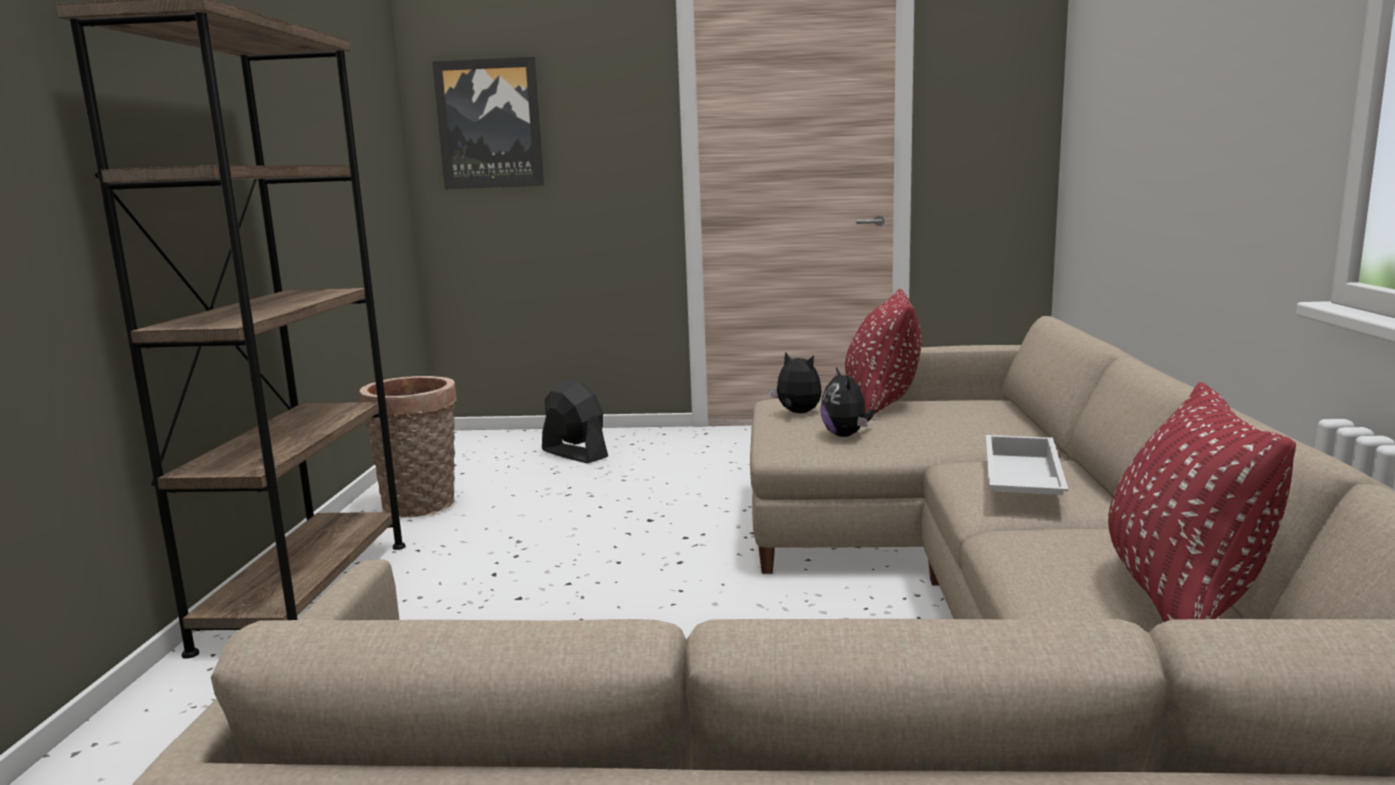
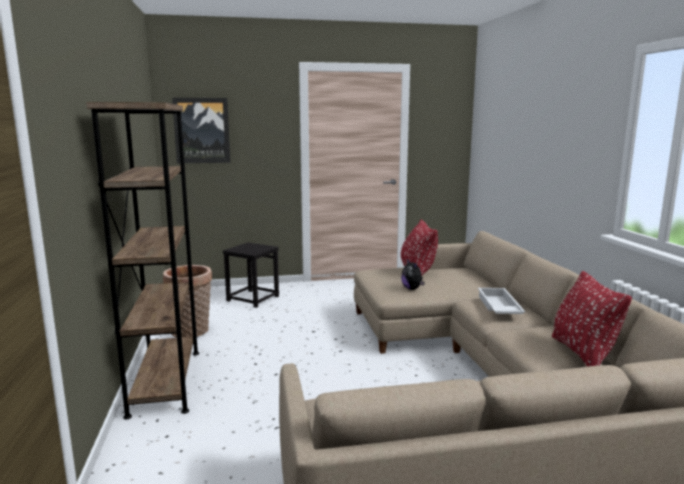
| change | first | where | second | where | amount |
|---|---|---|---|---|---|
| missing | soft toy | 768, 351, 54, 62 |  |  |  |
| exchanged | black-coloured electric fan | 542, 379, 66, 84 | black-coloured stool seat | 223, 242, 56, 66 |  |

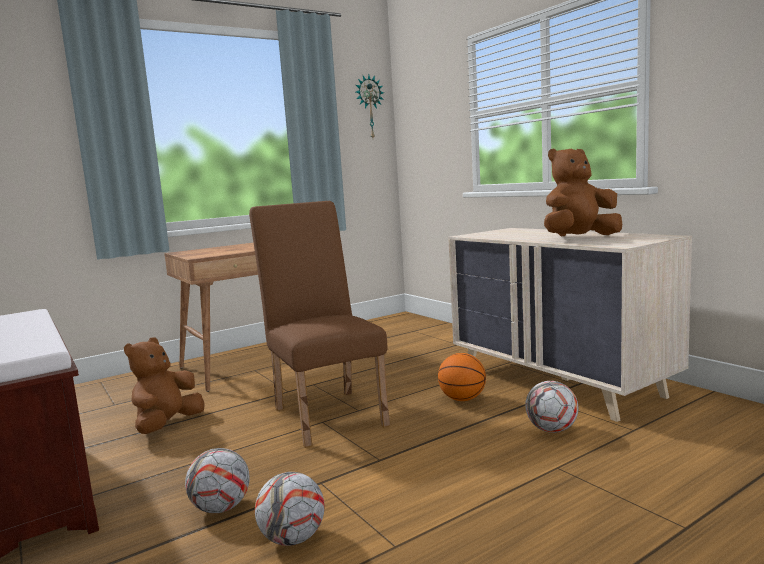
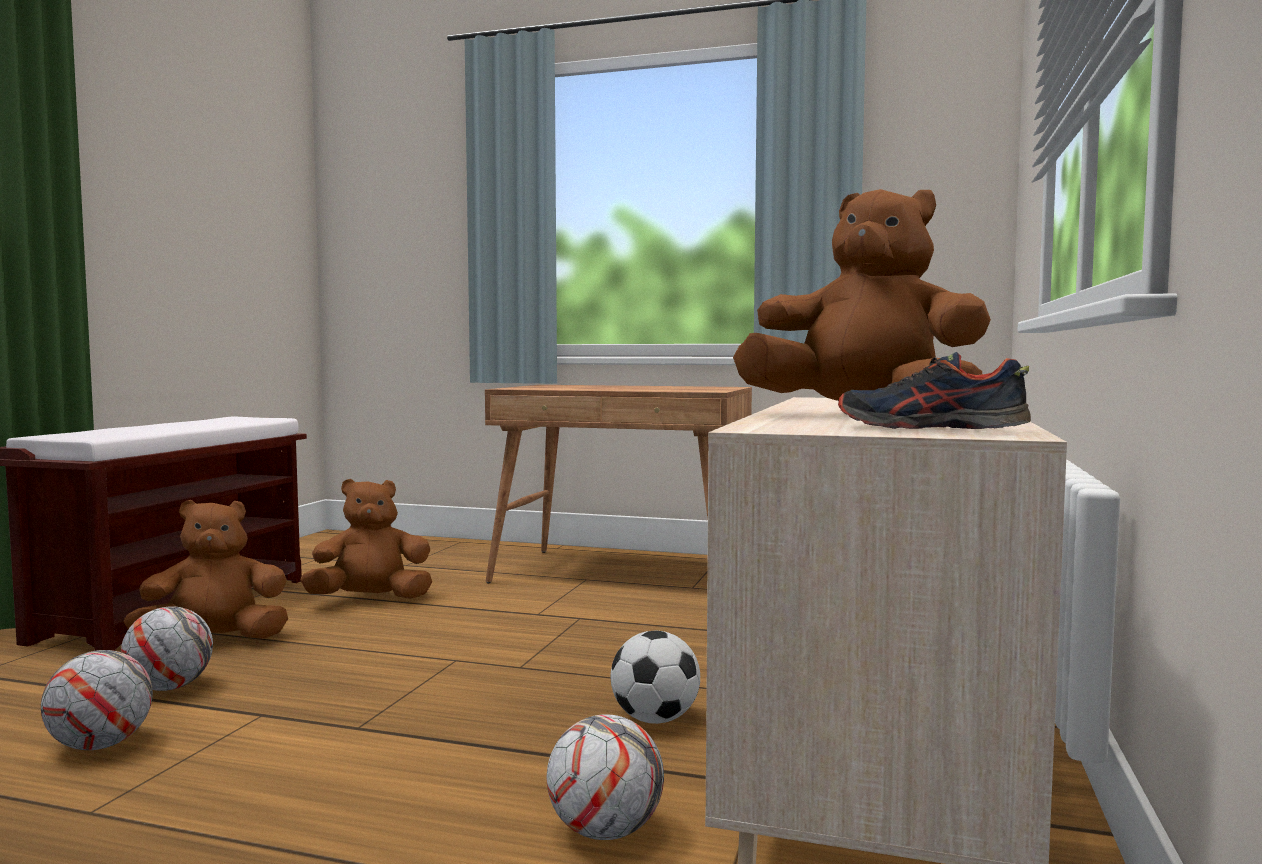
| change | first | where | second | where | amount |
|---|---|---|---|---|---|
| missing | wall clock | 356, 75, 28, 63 |  |  |  |
| missing | brown-coloured chair | 249, 201, 141, 247 |  |  |  |
| exchanged | ball for basketball | 438, 353, 48, 48 | football ball | 611, 631, 89, 93 |  |
| appeared |  |  | low shoe | 838, 352, 193, 77 |  |
| appeared |  |  | brown-coloured soft toy | 124, 500, 164, 139 |  |

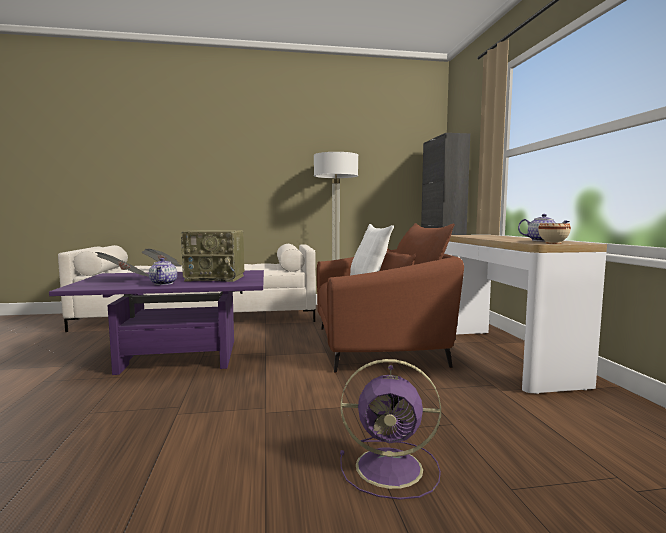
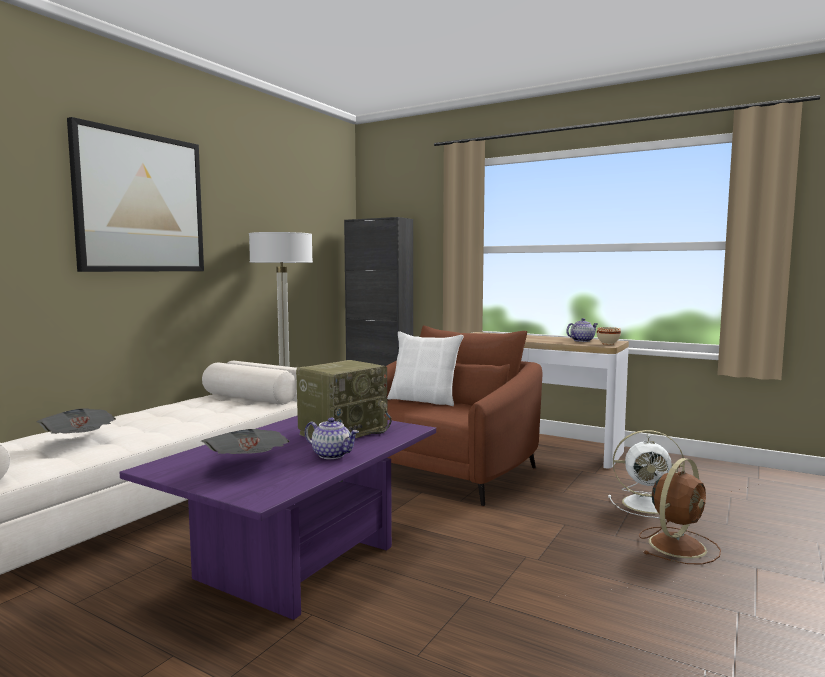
| change | first | where | second | where | amount |
|---|---|---|---|---|---|
| colour | purple-coloured electric fan | 340, 359, 101, 141 | brown-coloured electric fan | 639, 458, 82, 107 |  |
| appeared |  |  | picture | 67, 117, 137, 155 |  |
| appeared |  |  | white-coloured electric fan | 608, 430, 77, 88 |  |

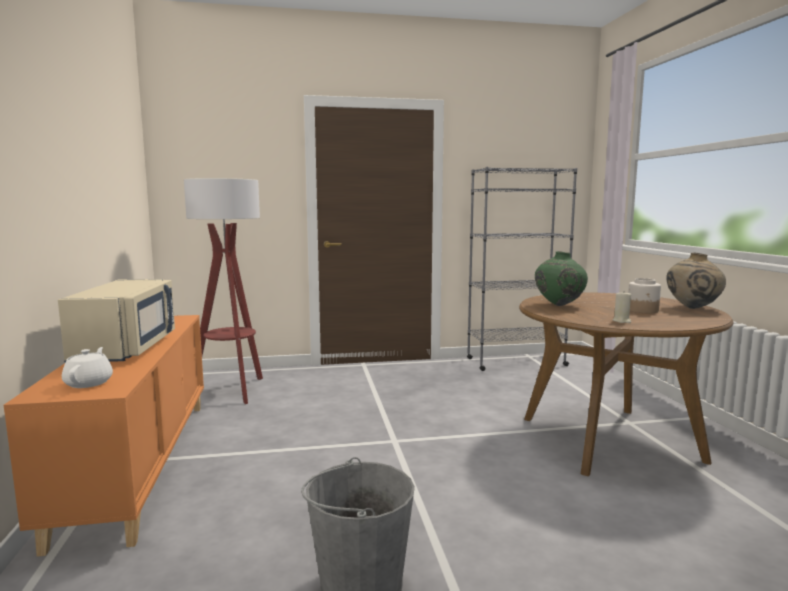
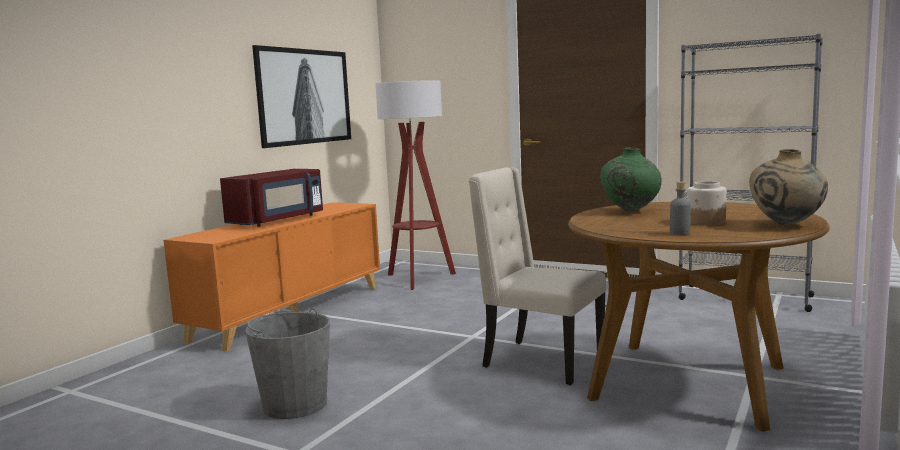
| change | first | where | second | where | amount |
|---|---|---|---|---|---|
| colour | sand-coloured microwave | 58, 279, 117, 84 | red-coloured microwave | 220, 169, 103, 58 |  |
| missing | sand-coloured wax light | 613, 292, 18, 31 |  |  |  |
| missing | white-coloured pot for tea | 62, 347, 51, 41 |  |  |  |
| appeared |  |  | picture | 252, 45, 99, 103 |  |
| appeared |  |  | sand-coloured chair | 469, 167, 138, 218 |  |
| appeared |  |  | grey bottle | 670, 182, 21, 53 |  |

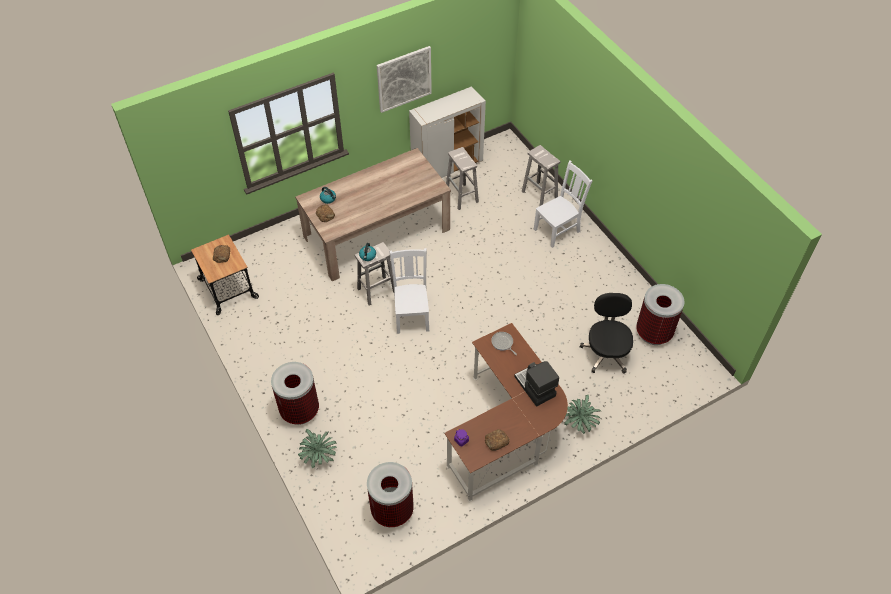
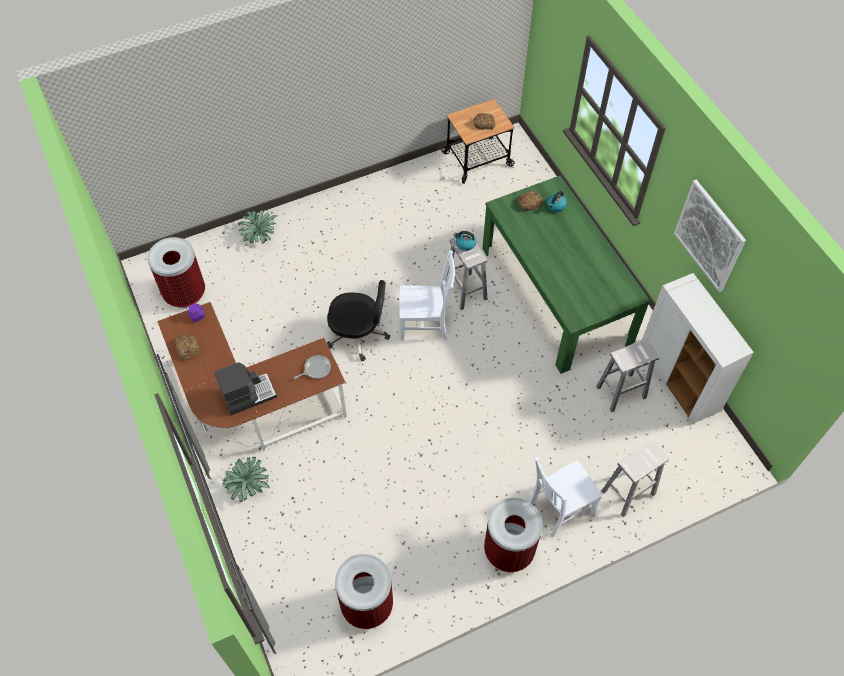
| change | first | where | second | where | amount |
|---|---|---|---|---|---|
| colour | sand-coloured kitchen table | 295, 148, 156, 133 | greenish kitchen table | 482, 175, 169, 199 |  |
| spun | white-coloured chair | 534, 161, 58, 87 |  | 529, 458, 74, 80 | 90 degrees clockwise |
| relocated | black-coloured desk chair | 580, 293, 53, 81 |  | 327, 280, 63, 81 |  |
| relocated | waste bin | 271, 362, 48, 63 |  | 484, 498, 59, 74 |  |

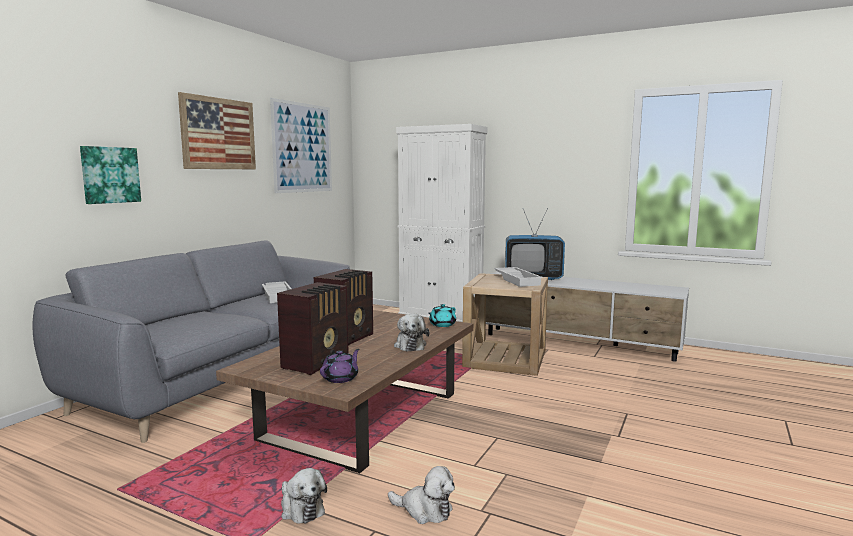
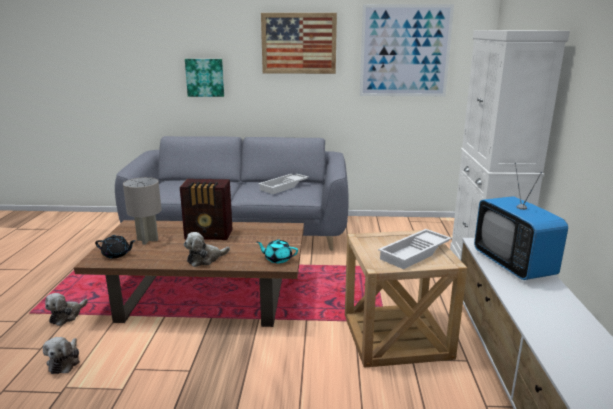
| change | first | where | second | where | amount |
|---|---|---|---|---|---|
| exchanged | radio | 277, 282, 72, 93 | grey table lamp | 123, 177, 39, 68 |  |
| colour | purple-coloured pot for tea | 320, 349, 39, 34 | black-coloured pot for tea | 95, 235, 41, 23 |  |

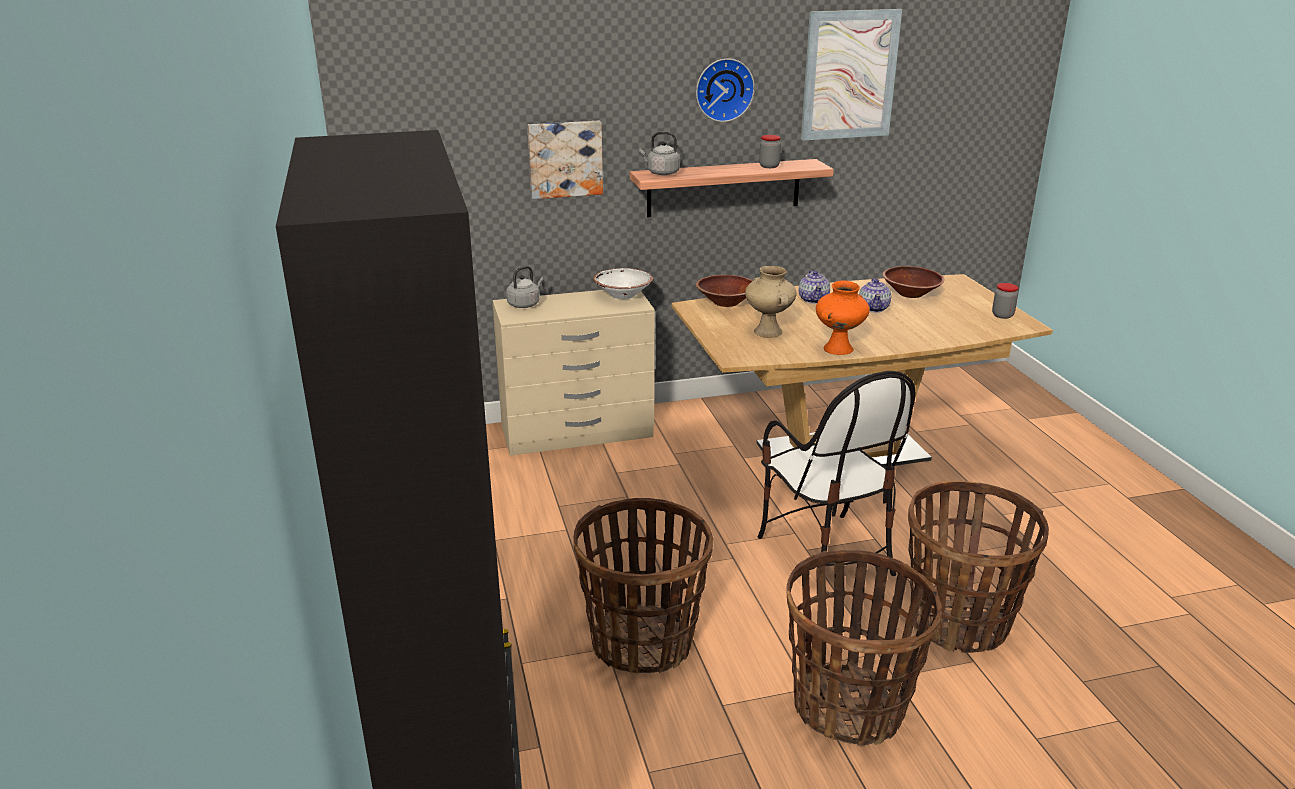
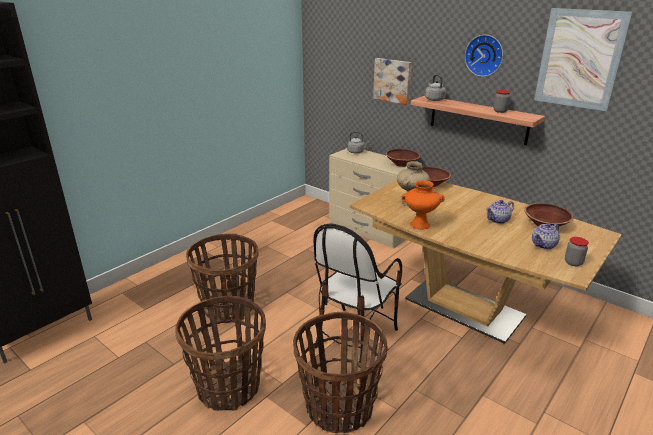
| change | first | where | second | where | amount |
|---|---|---|---|---|---|
| colour | white-coloured bowl | 593, 268, 60, 31 | brown-coloured bowl | 386, 149, 34, 18 |  |
| relocated | pot for tea | 799, 270, 31, 34 |  | 532, 223, 28, 27 |  |

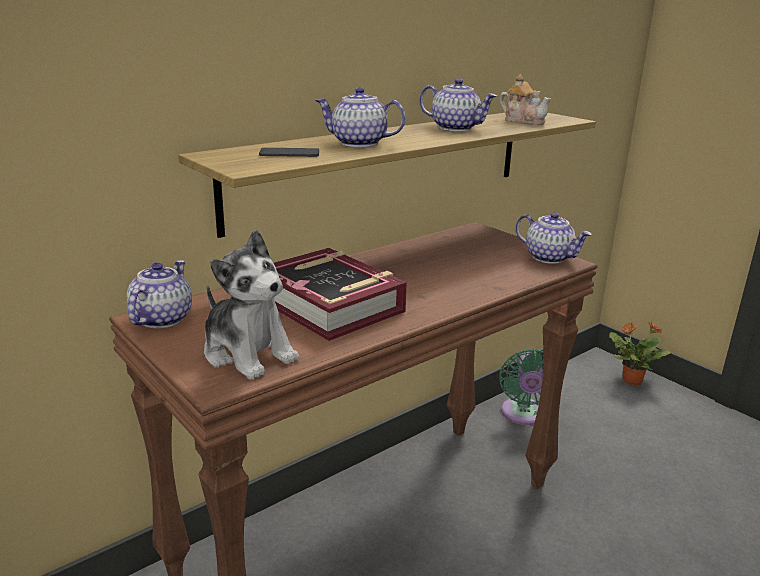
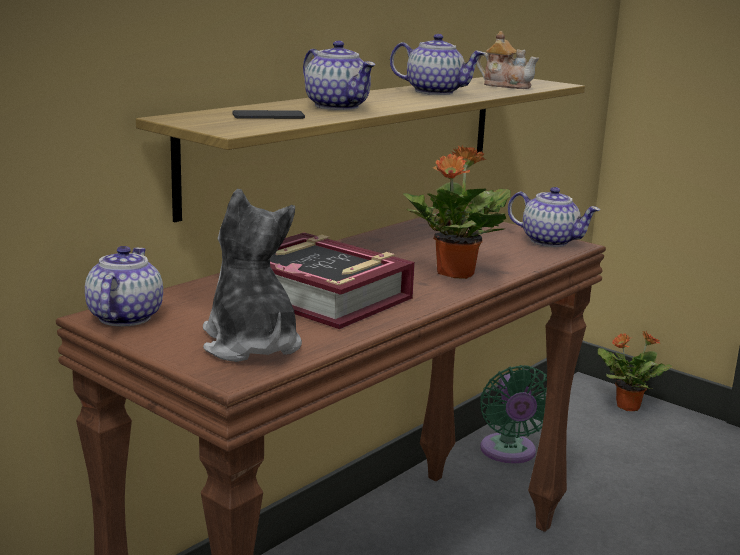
| change | first | where | second | where | amount |
|---|---|---|---|---|---|
| spun | pot for tea | 316, 87, 90, 60 |  | 303, 41, 72, 69 | 135 degrees counterclockwise |
| spun | soft toy | 204, 230, 95, 150 |  | 203, 188, 99, 174 | 150 degrees counterclockwise |
| appeared |  |  | houseplant | 403, 146, 108, 133 |  |

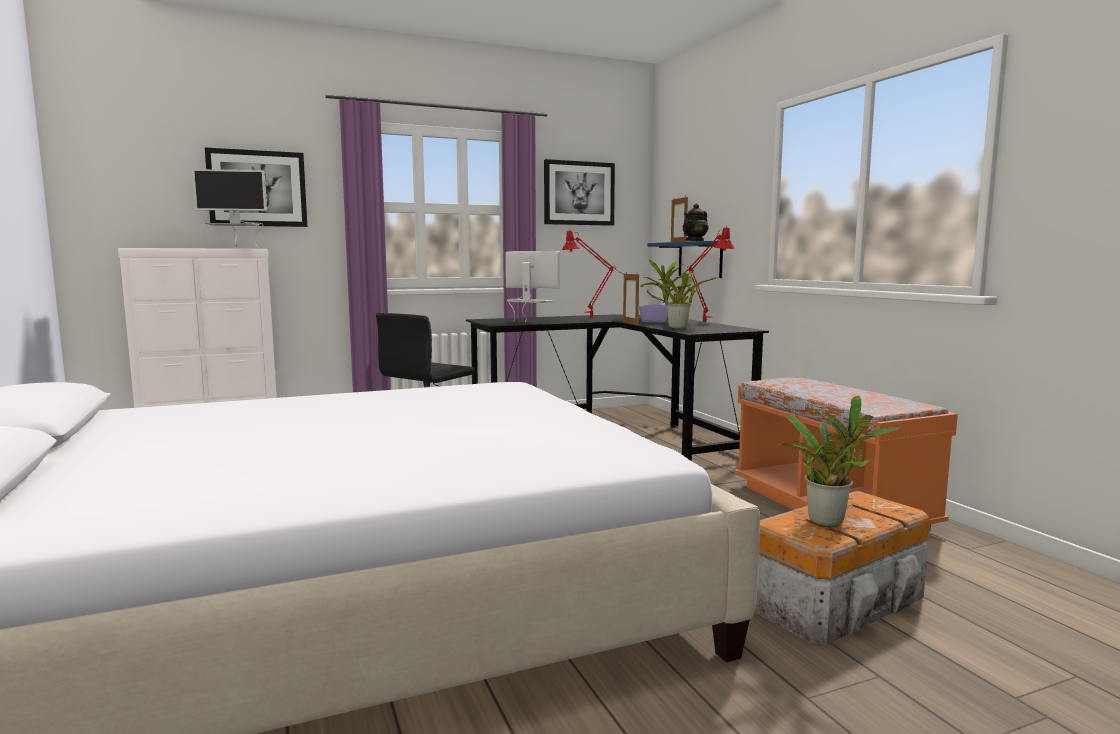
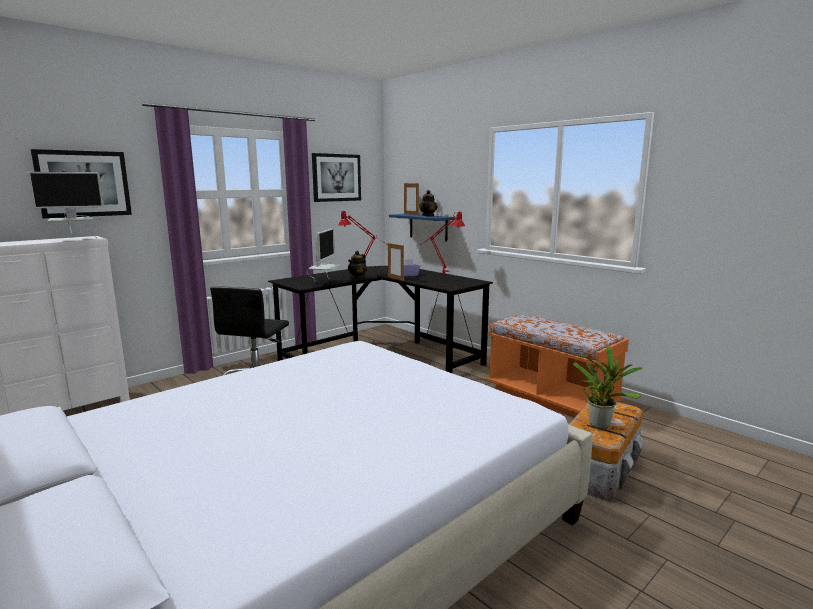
| change | first | where | second | where | amount |
|---|---|---|---|---|---|
| spun | computer display | 505, 251, 55, 71 |  | 307, 228, 33, 54 | 90 degrees clockwise |
| missing | houseplant | 640, 260, 79, 69 |  |  |  |
| appeared |  |  | pot for tea | 348, 251, 19, 28 |  |

